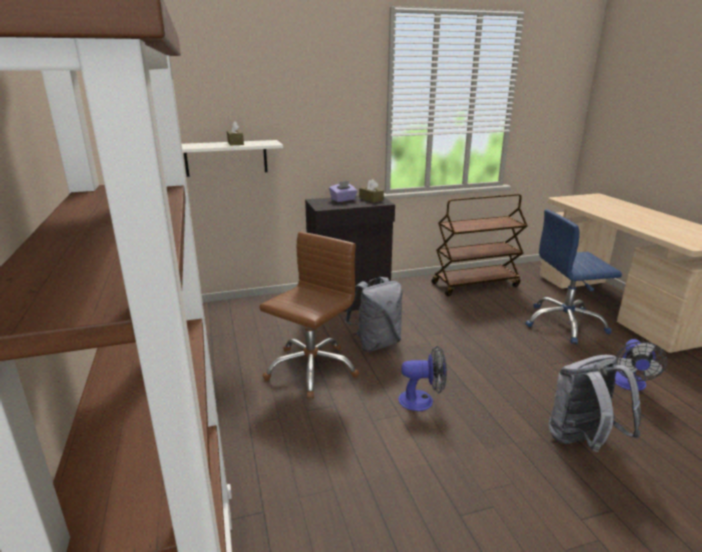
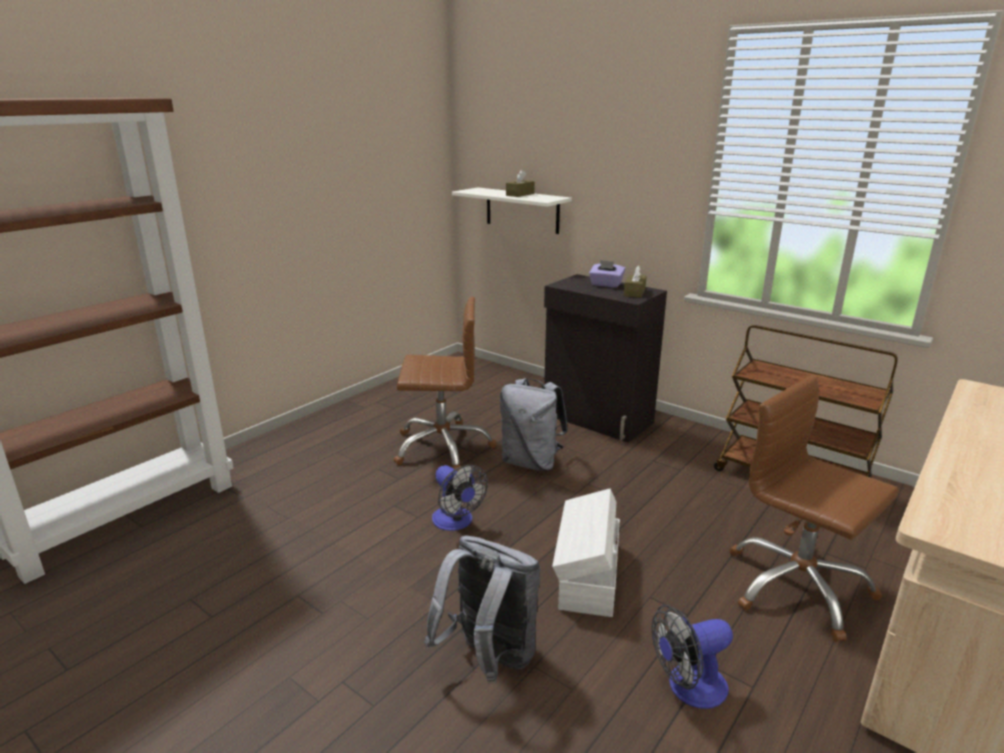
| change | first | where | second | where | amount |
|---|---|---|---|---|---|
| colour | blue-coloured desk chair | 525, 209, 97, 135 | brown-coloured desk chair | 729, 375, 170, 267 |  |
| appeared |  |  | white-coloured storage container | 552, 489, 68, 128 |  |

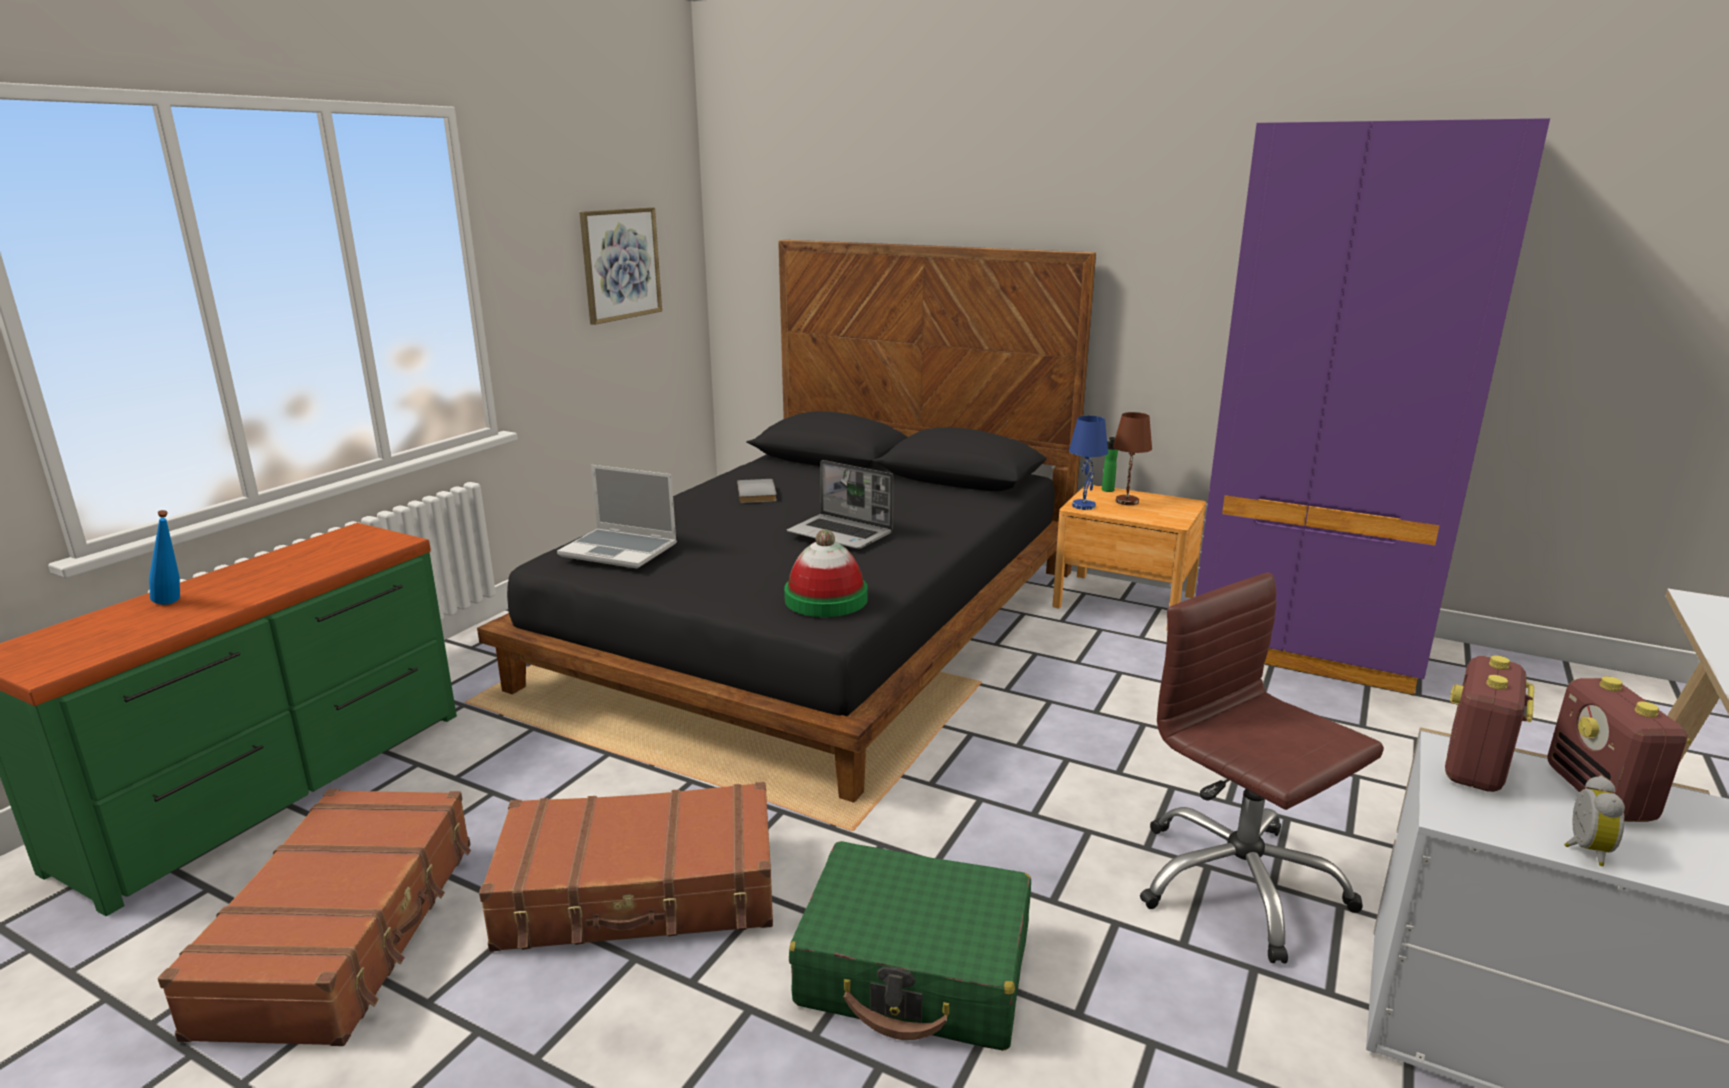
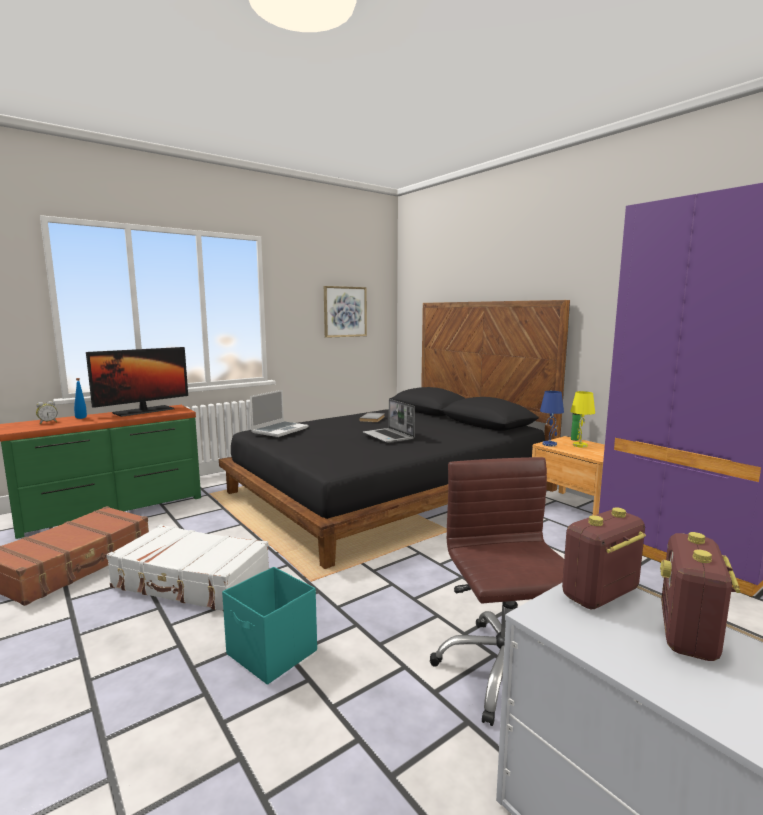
| change | first | where | second | where | amount |
|---|---|---|---|---|---|
| colour | brown-coloured table lamp | 1113, 412, 39, 93 | yellowish table lamp | 570, 391, 25, 57 |  |
| spun | notebook computer | 557, 465, 120, 104 |  | 250, 390, 58, 47 | 105 degrees counterclockwise |
| missing | hat | 784, 529, 84, 88 |  |  |  |
| relocated | table clock | 1564, 776, 61, 90 |  | 36, 401, 21, 23 |  |
| colour | brown-coloured suitcase | 479, 782, 294, 170 | white-coloured suitcase | 106, 524, 163, 87 |  |
| exchanged | greenish suitcase | 789, 841, 242, 210 | blue-green storage container | 222, 567, 95, 118 |  |
| appeared |  |  | computer display | 86, 347, 102, 70 |  |

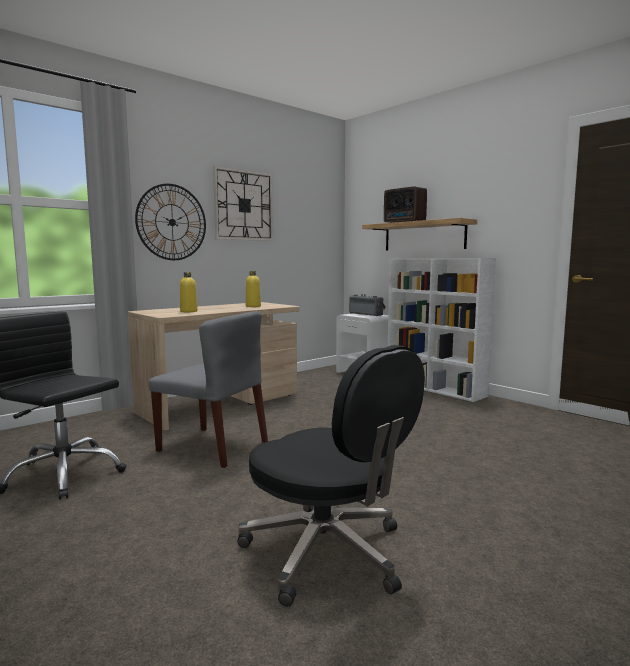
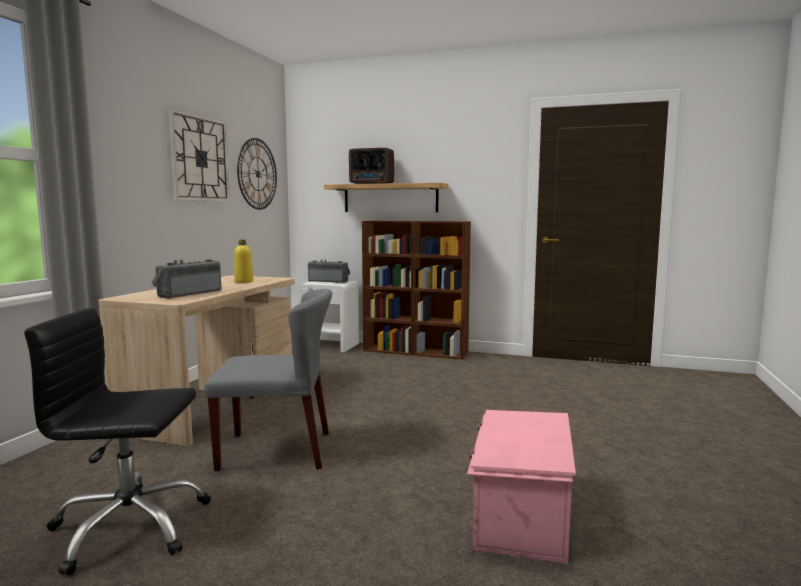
| change | first | where | second | where | amount |
|---|---|---|---|---|---|
| relocated | wall clock | 135, 184, 71, 76 |  | 237, 138, 40, 72 |  |
| colour | white-coloured shelving unit | 388, 258, 108, 144 | brown-coloured shelving unit | 362, 221, 109, 139 |  |
| exchanged | yellowish bottle | 180, 272, 18, 40 | radio | 152, 259, 69, 40 |  |
| exchanged | black-coloured desk chair | 237, 345, 188, 262 | pink storage container | 467, 410, 109, 154 |  |

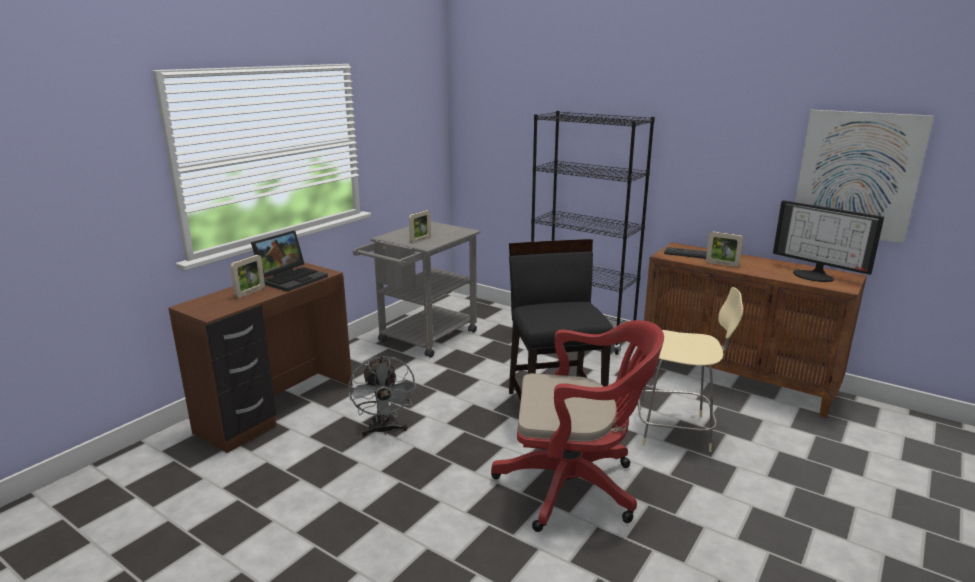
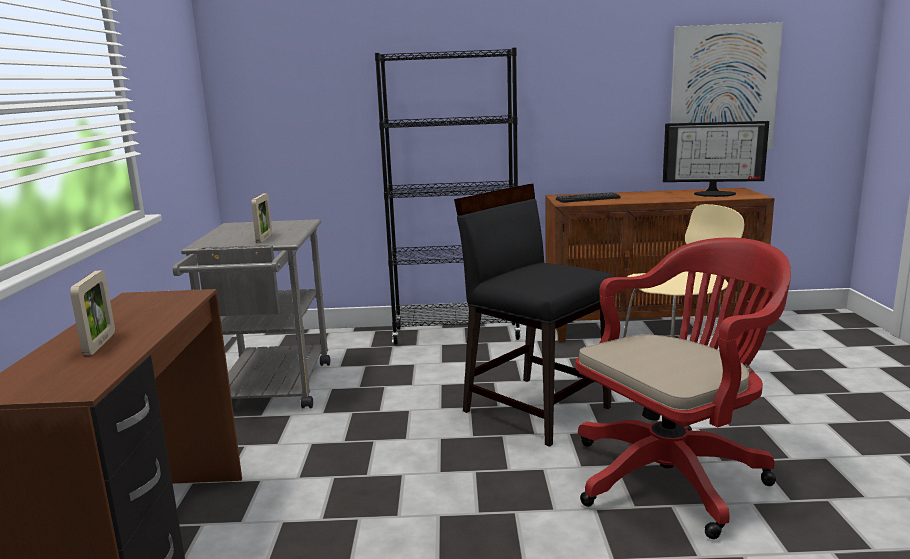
| change | first | where | second | where | amount |
|---|---|---|---|---|---|
| missing | notebook computer | 251, 230, 77, 62 |  |  |  |
| missing | photo frame | 706, 231, 37, 36 |  |  |  |
| missing | grey electric fan | 348, 356, 68, 80 |  |  |  |

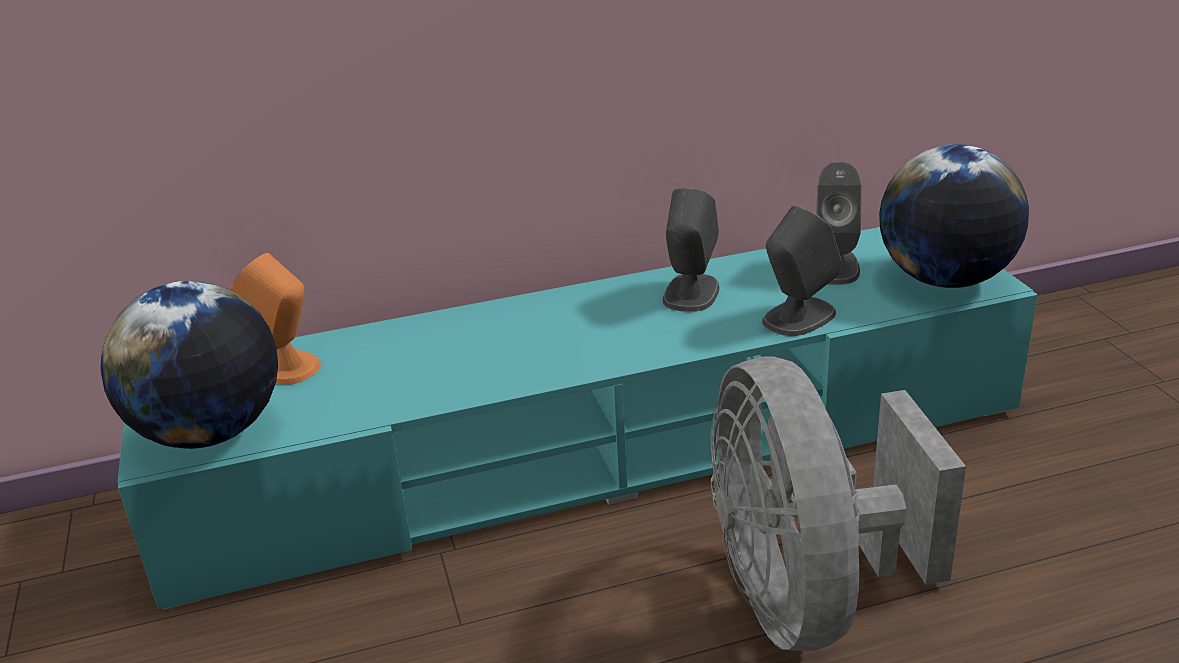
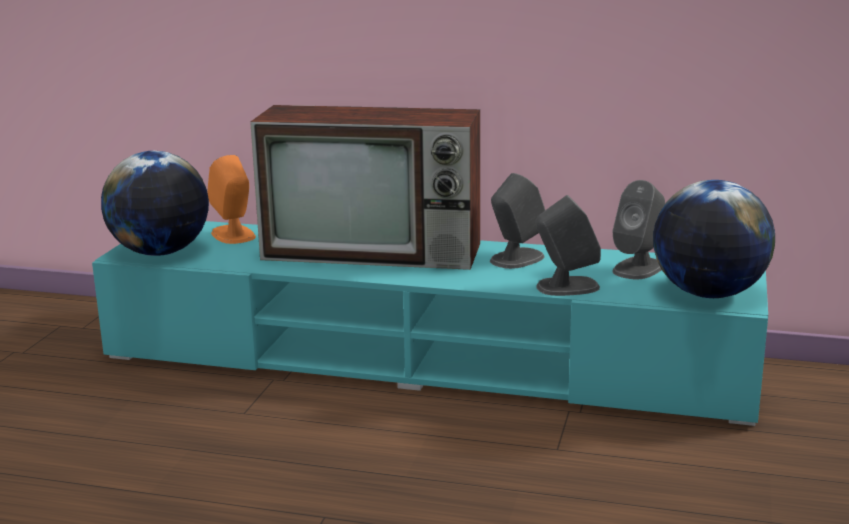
| change | first | where | second | where | amount |
|---|---|---|---|---|---|
| missing | grey electric fan | 710, 357, 256, 294 |  |  |  |
| appeared |  |  | TV | 250, 105, 230, 165 |  |

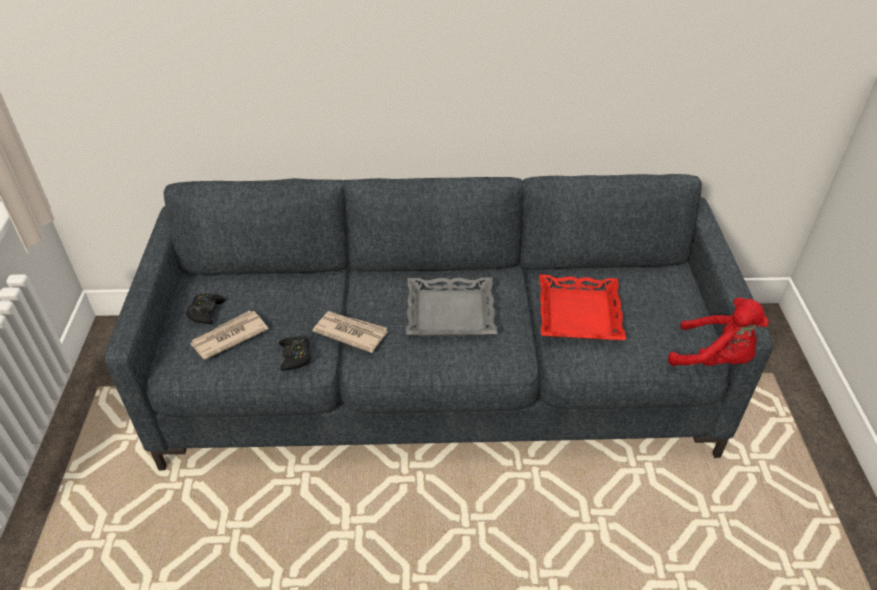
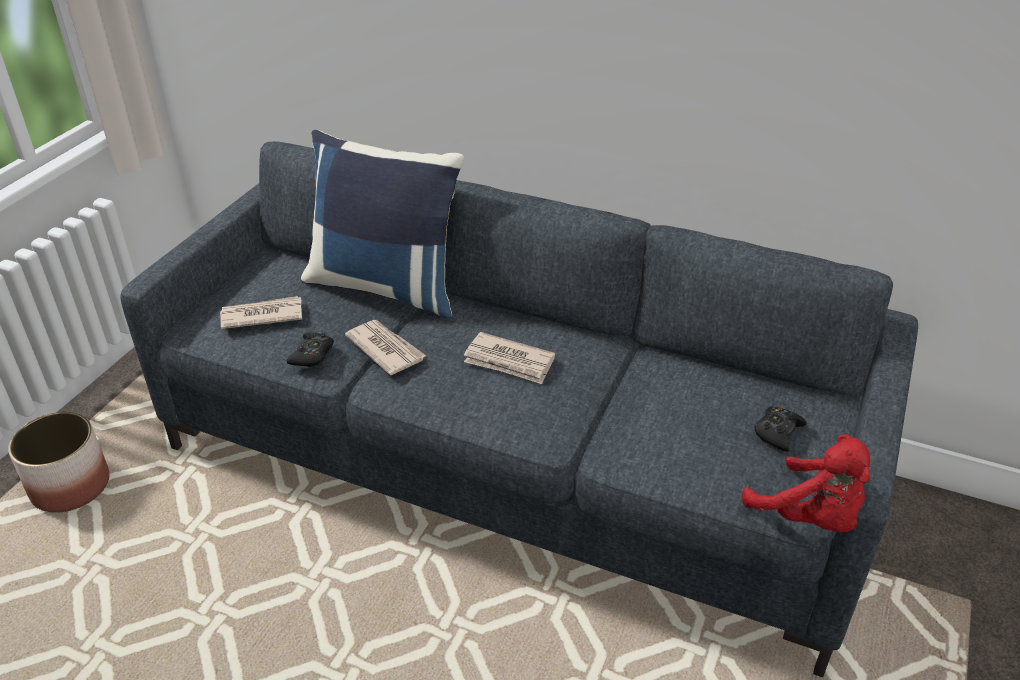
| change | first | where | second | where | amount |
|---|---|---|---|---|---|
| missing | red-coloured tray | 539, 274, 87, 66 |  |  |  |
| exchanged | grey tray | 406, 278, 91, 58 | newspaper | 464, 332, 91, 52 |  |
| relocated | black-coloured game controller | 186, 294, 39, 30 |  | 754, 407, 53, 45 |  |
| appeared |  |  | blue-coloured cushion | 301, 130, 163, 188 |  |
| appeared |  |  | planter | 8, 412, 102, 101 |  |

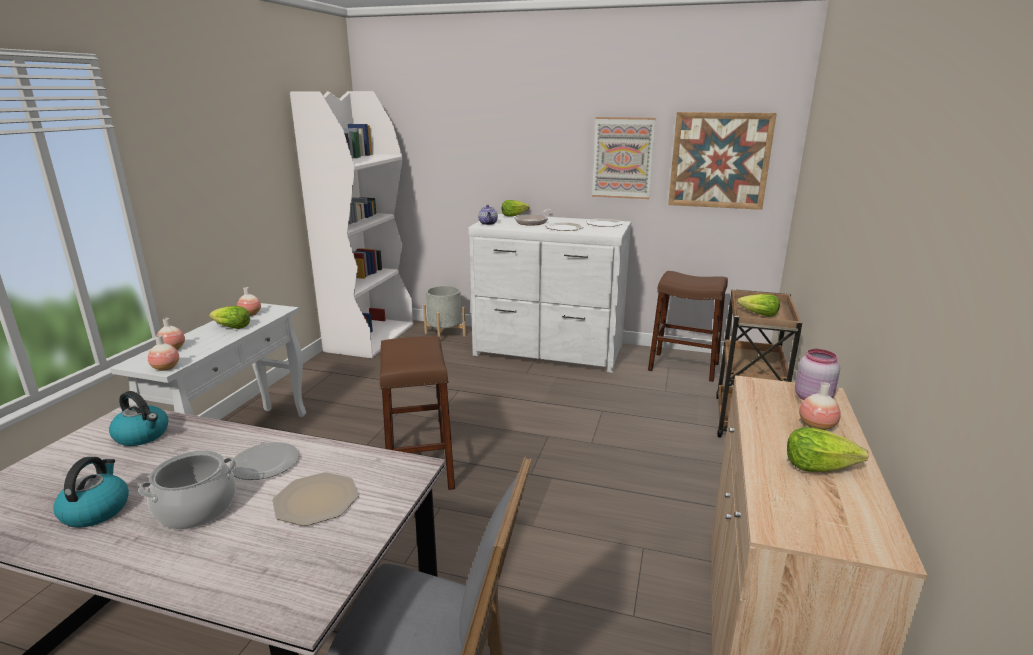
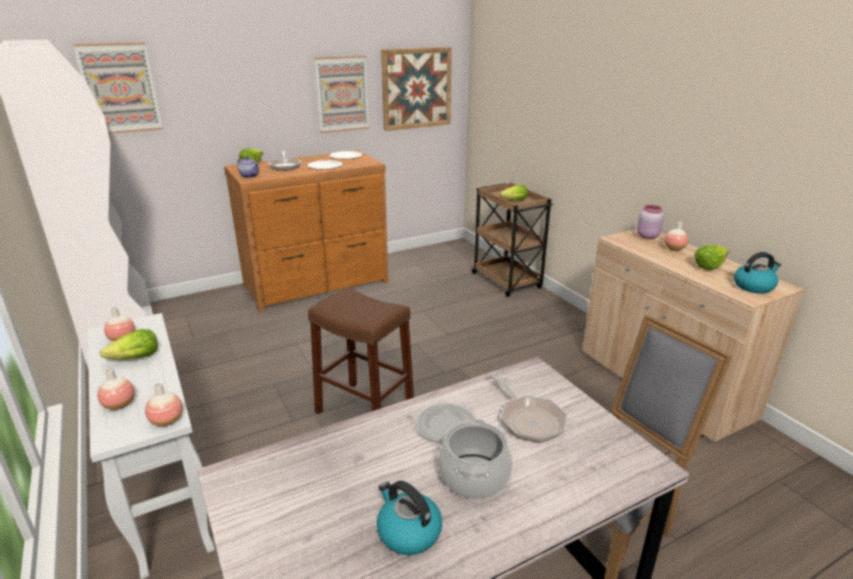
| change | first | where | second | where | amount |
|---|---|---|---|---|---|
| colour | white-coloured chest of drawers | 468, 214, 163, 159 | brown-coloured chest of drawers | 224, 150, 165, 162 |  |
| missing | brown-coloured stool seat | 648, 271, 80, 111 |  |  |  |
| missing | grey planter | 423, 286, 43, 55 |  |  |  |
| relocated | kettle | 109, 391, 59, 55 |  | 734, 252, 47, 42 |  |
| exchanged | plate | 272, 472, 87, 54 | pan | 490, 372, 77, 71 |  |
| appeared |  |  | picture | 73, 42, 90, 92 |  |

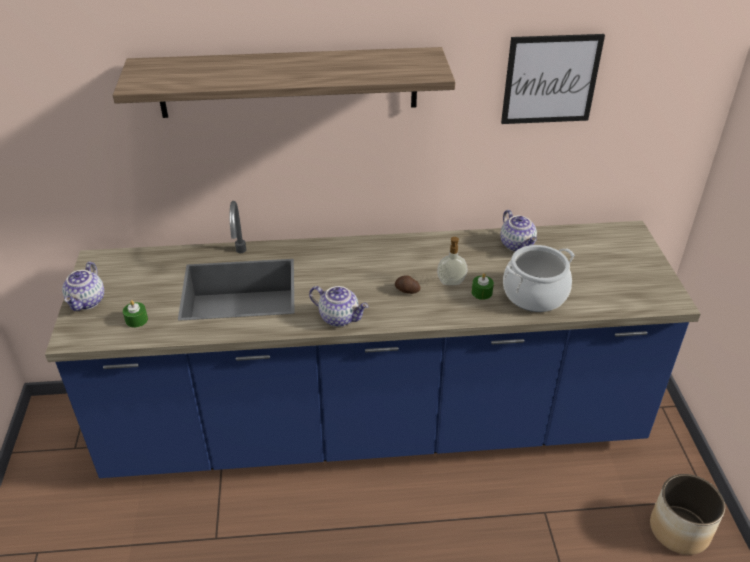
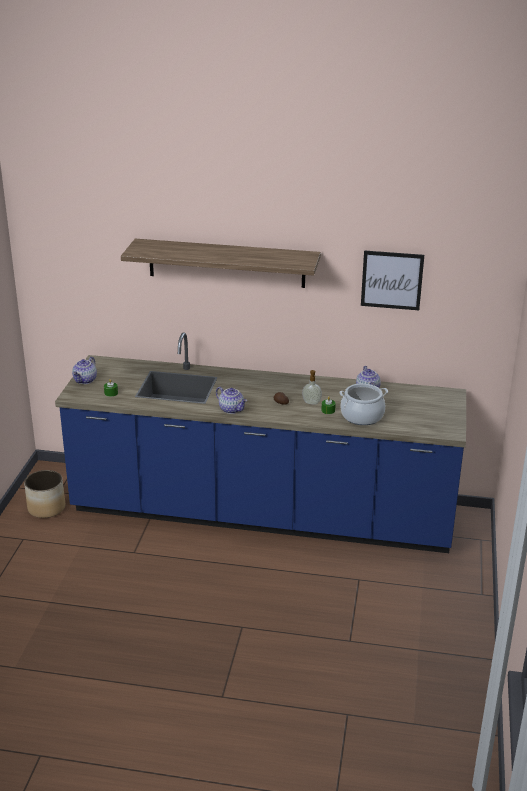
| change | first | where | second | where | amount |
|---|---|---|---|---|---|
| relocated | planter | 650, 474, 75, 81 |  | 24, 470, 41, 48 |  |

